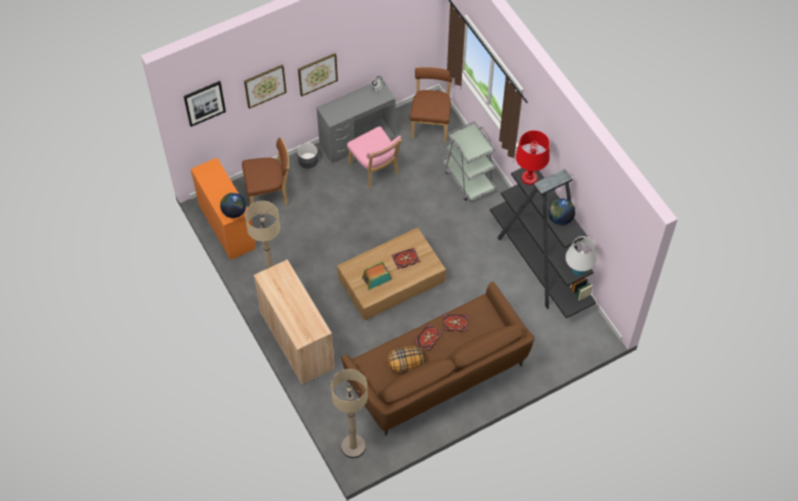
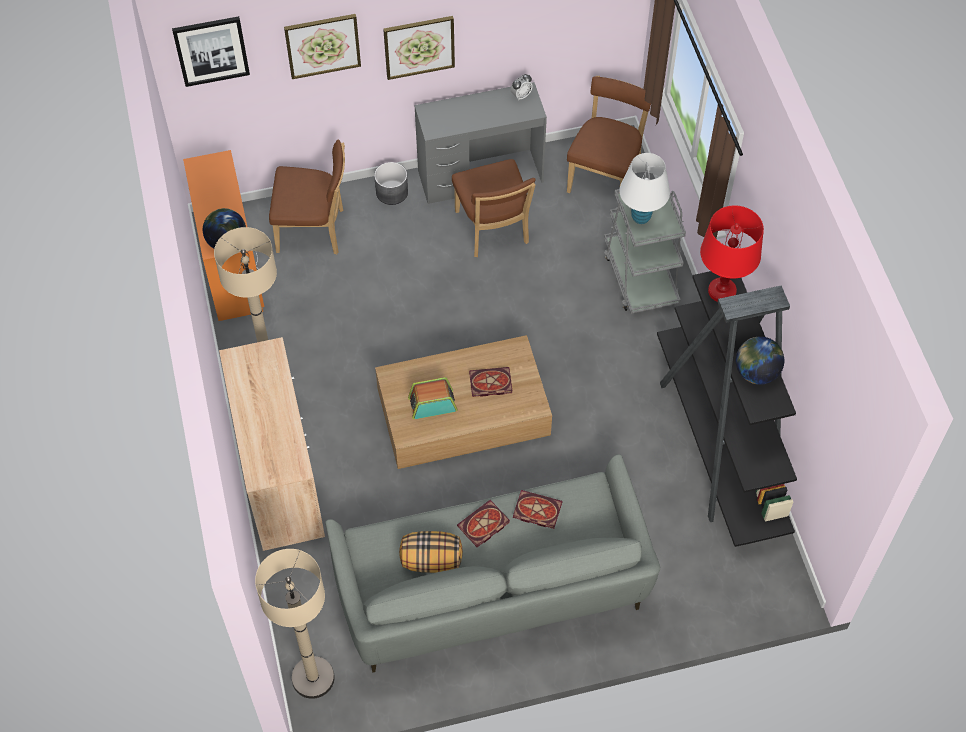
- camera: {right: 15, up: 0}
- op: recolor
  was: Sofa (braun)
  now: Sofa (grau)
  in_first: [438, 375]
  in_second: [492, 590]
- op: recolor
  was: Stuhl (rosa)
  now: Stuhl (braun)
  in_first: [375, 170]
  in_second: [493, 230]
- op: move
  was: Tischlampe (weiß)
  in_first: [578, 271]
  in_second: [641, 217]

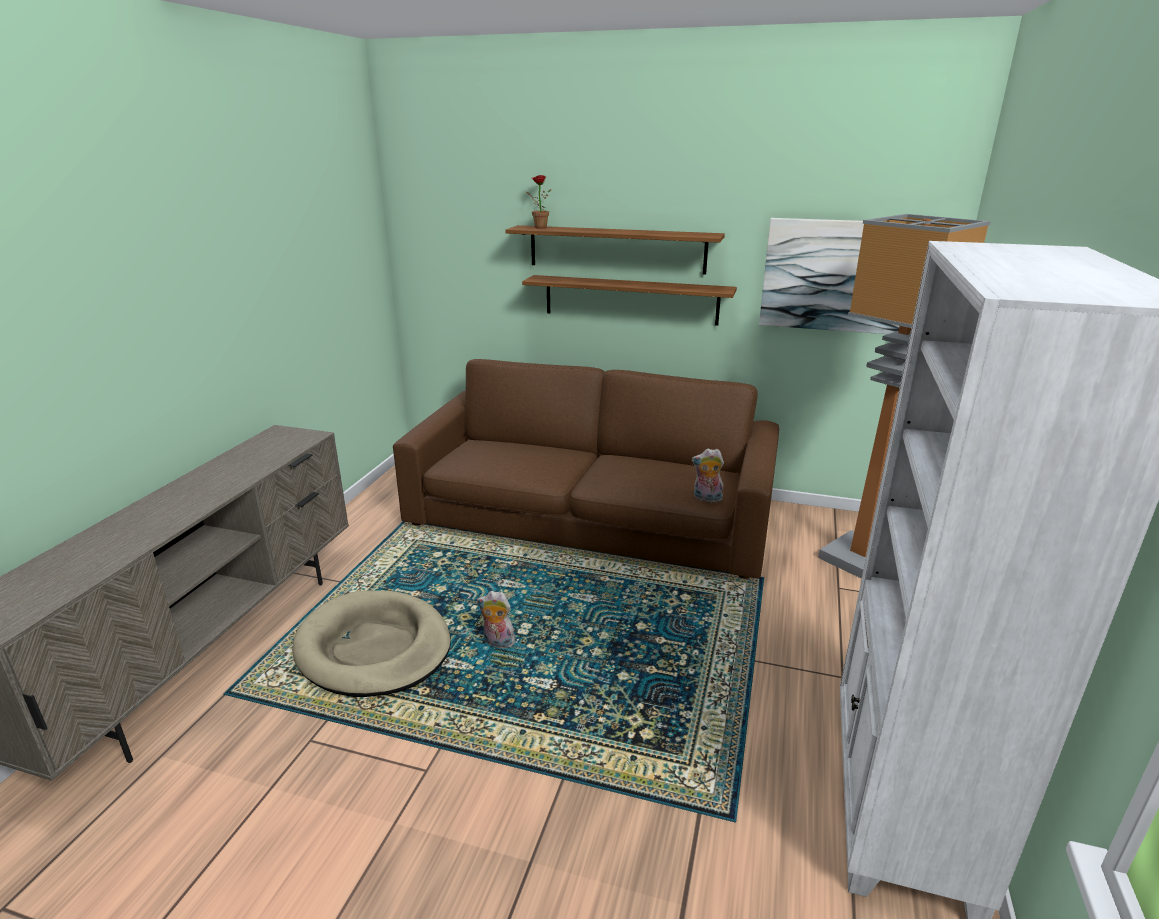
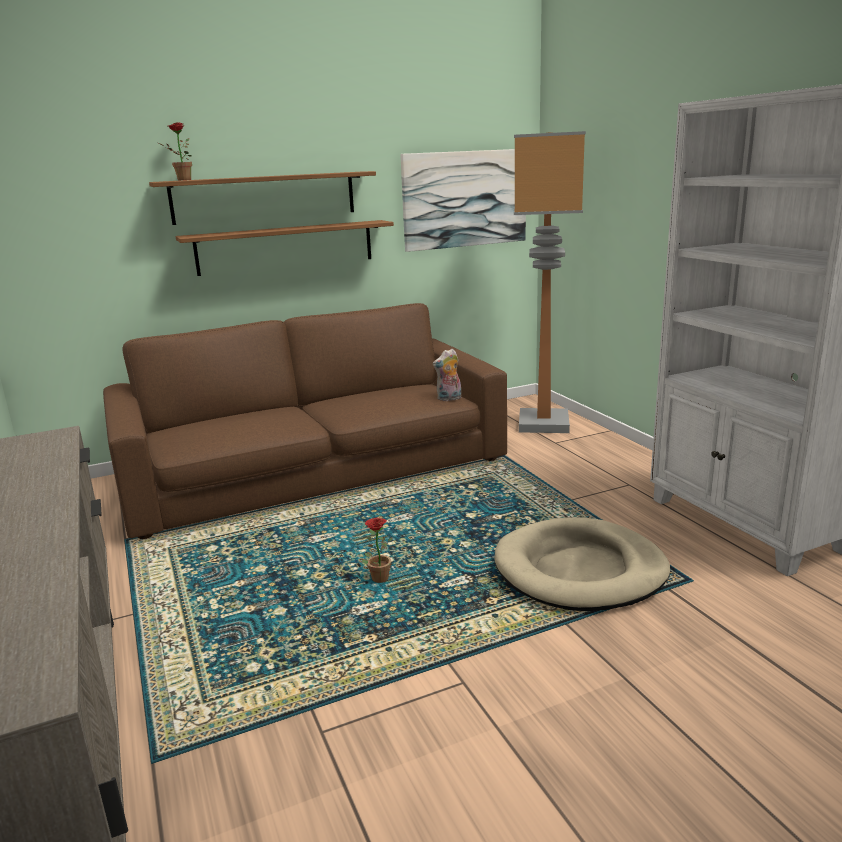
- camera: {right: -40, up: -5}
- op: replace
  was: Plüschtier
  now: Topfpflanze
  in_first: [497, 643]
  in_second: [378, 578]
- op: move
  was: Hundebett (beige)
  in_first: [374, 648]
  in_second: [580, 570]

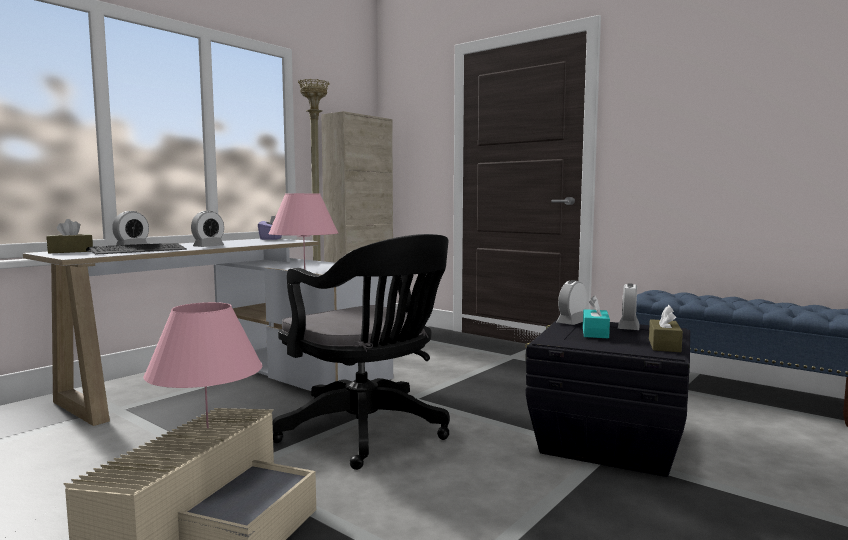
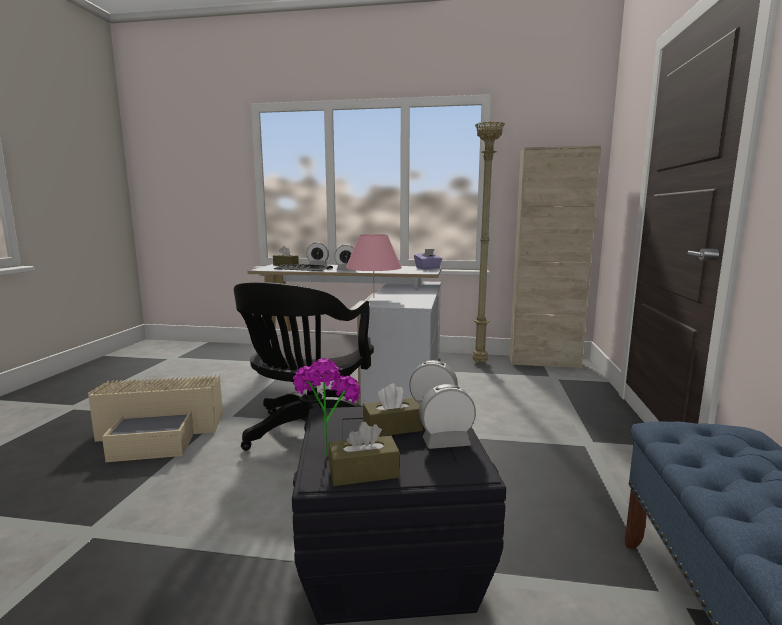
- camera: {right: 60, up: 5}
- op: insert
  now: Topfpflanze
  in_second: [326, 449]
- op: recolor
  was: Taschentuchbox (türkis)
  now: Taschentuchbox (braun)
  in_first: [595, 332]
  in_second: [392, 428]
- op: delete
  was: Tischlampe (rosa)
  in_first: [207, 428]

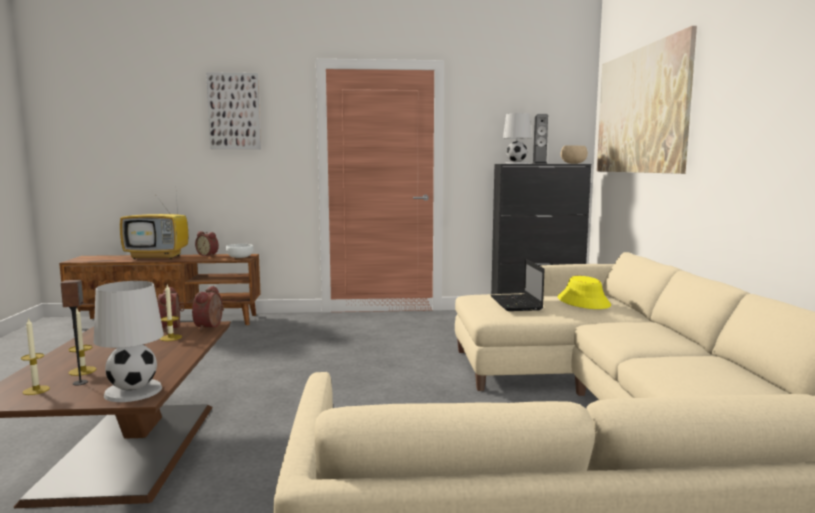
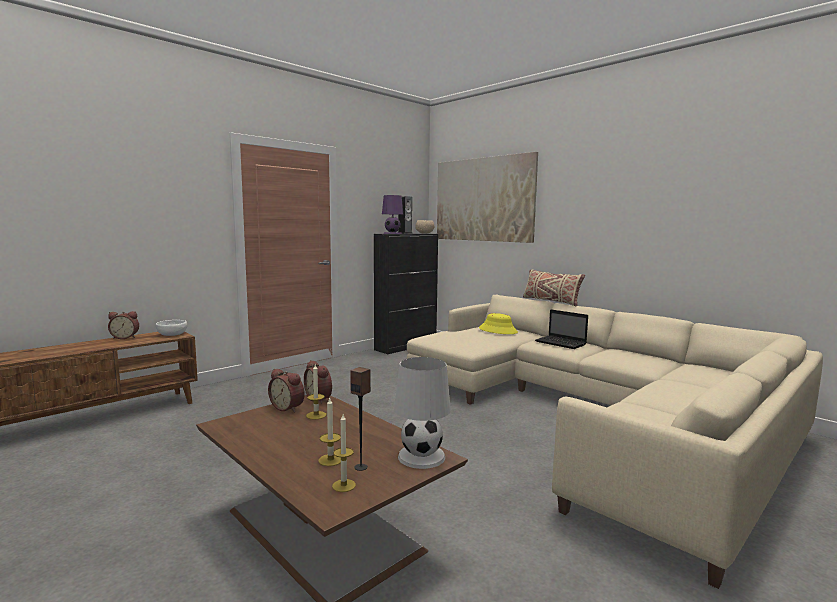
- camera: {right: -40, up: 0}
- op: recolor
  was: Tischlampe (weiß)
  now: Tischlampe (lila)
  in_first: [516, 163]
  in_second: [392, 233]
- op: insert
  now: Kissen (beige)
  in_second: [551, 301]
- op: move
  was: Laptop
  in_first: [516, 304]
  in_second: [561, 343]
- op: delete
  was: Fernseher
  in_first: [158, 257]
- op: delete
  was: Bild
  in_first: [234, 111]

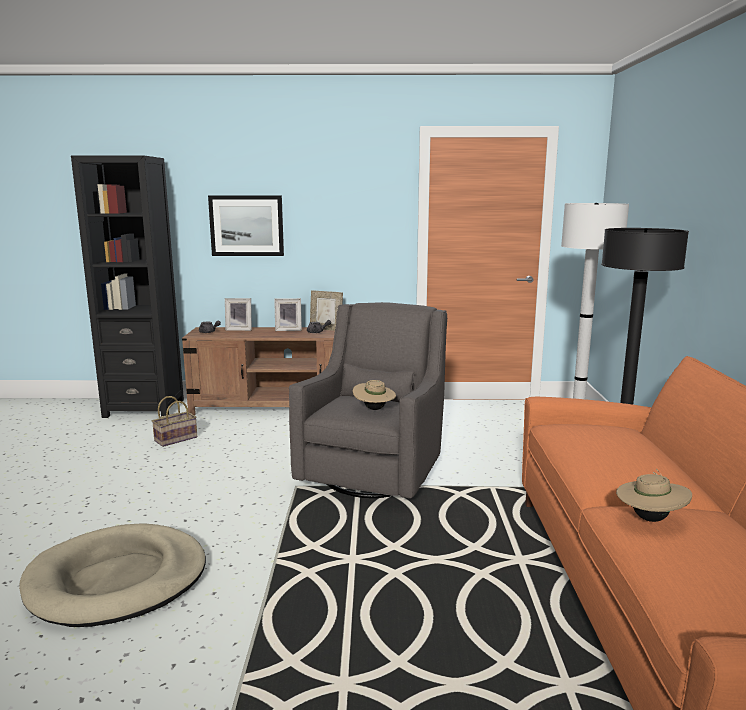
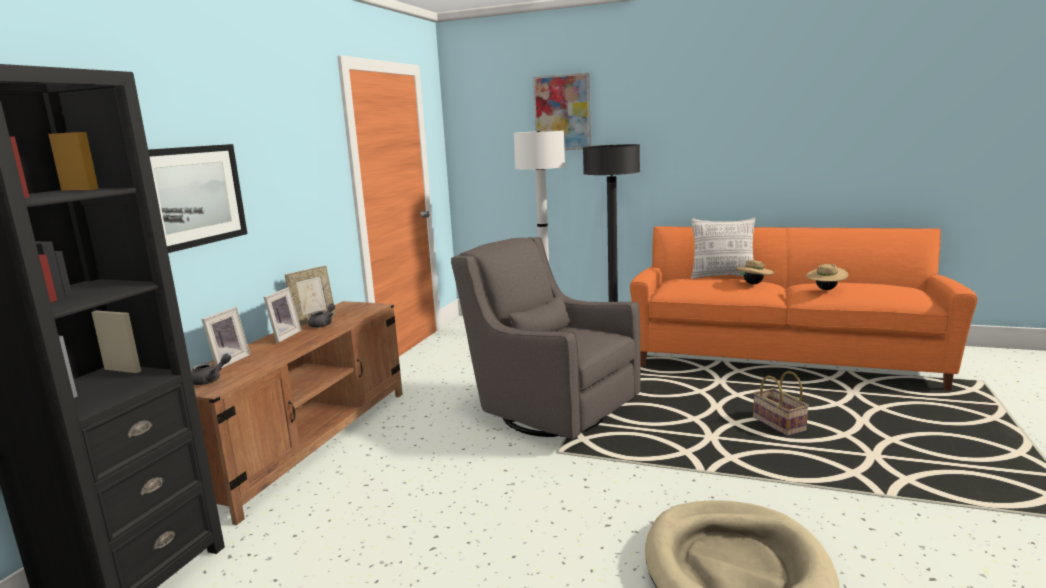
- camera: {right: -70, up: 0}
- op: insert
  now: Bild
  in_second: [562, 113]
- op: insert
  now: Kissen
  in_second: [722, 276]
- op: move
  was: Hut (beige)
  in_first: [374, 409]
  in_second: [753, 284]
- op: move
  was: Korb
  in_first: [176, 438]
  in_second: [777, 424]

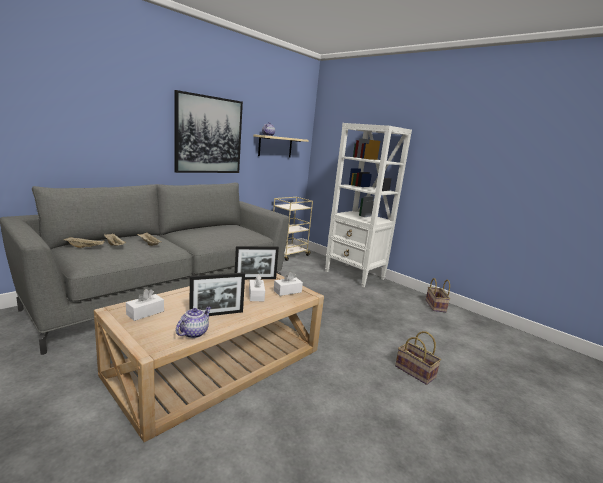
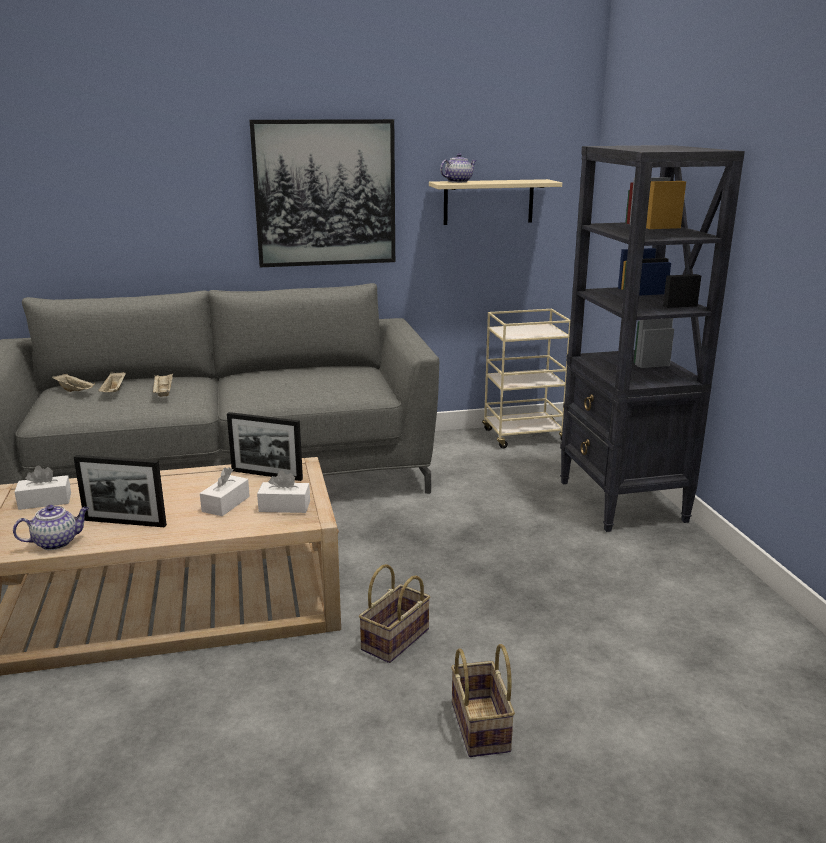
- camera: {right: 35, up: 5}
- op: move
  was: Korb
  in_first: [436, 306]
  in_second: [395, 641]
- op: recolor
  was: Bücherregal (weiß)
  now: Bücherregal (schwarz)
  in_first: [354, 275]
  in_second: [622, 502]

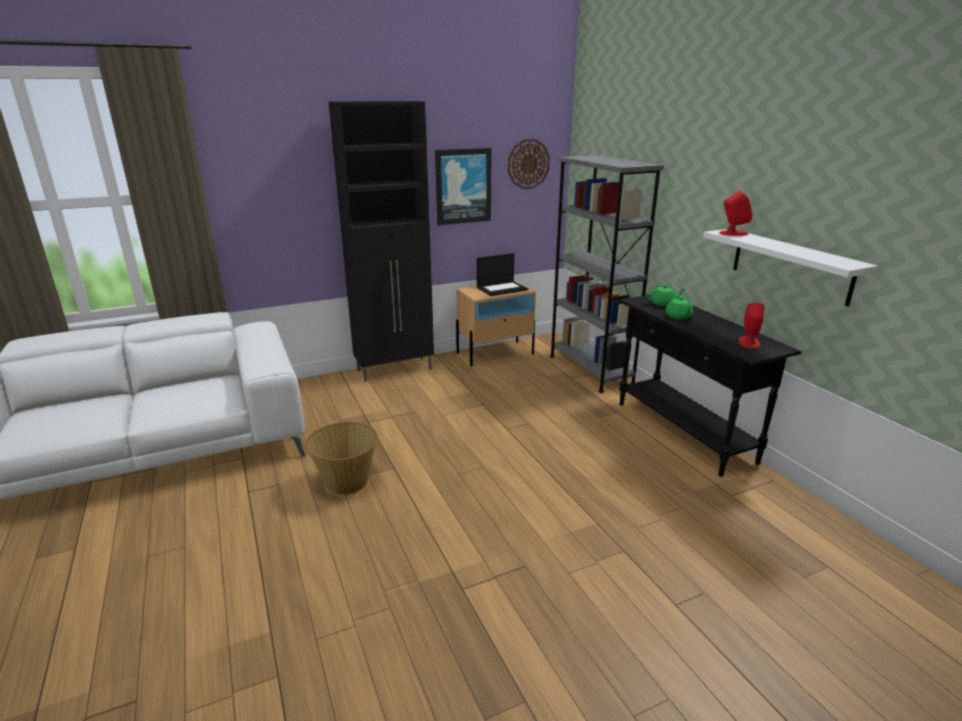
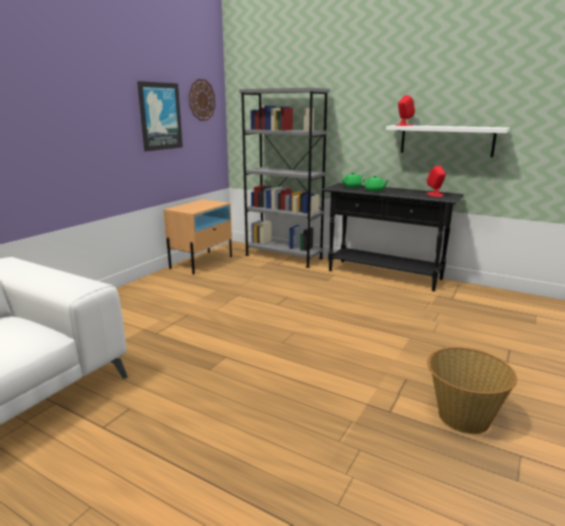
- camera: {right: -35, up: -5}
- op: move
  was: Korb
  in_first: [346, 481]
  in_second: [462, 417]
- op: delete
  was: Schrank (schwarz)
  in_first: [395, 370]
- op: delete
  was: Laptop
  in_first: [502, 288]

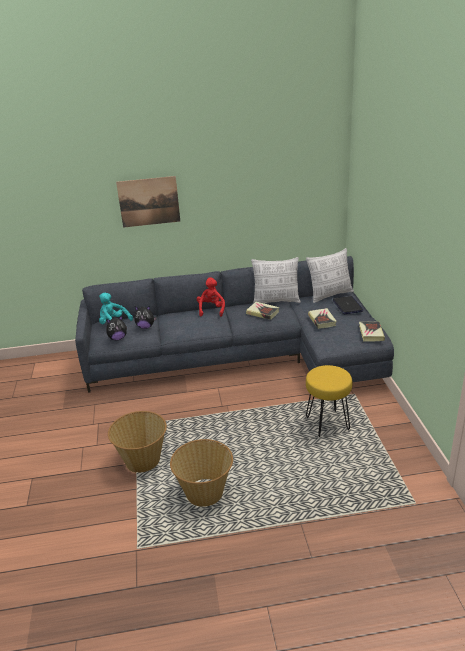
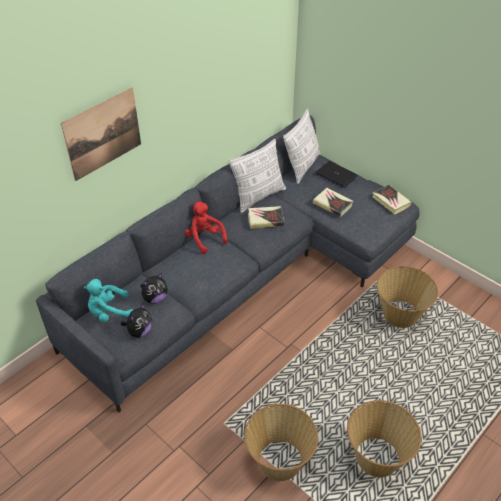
- camera: {right: -40, up: 15}
- op: replace
  was: Hocker (gelb)
  now: Korb
  in_first: [326, 424]
  in_second: [400, 315]

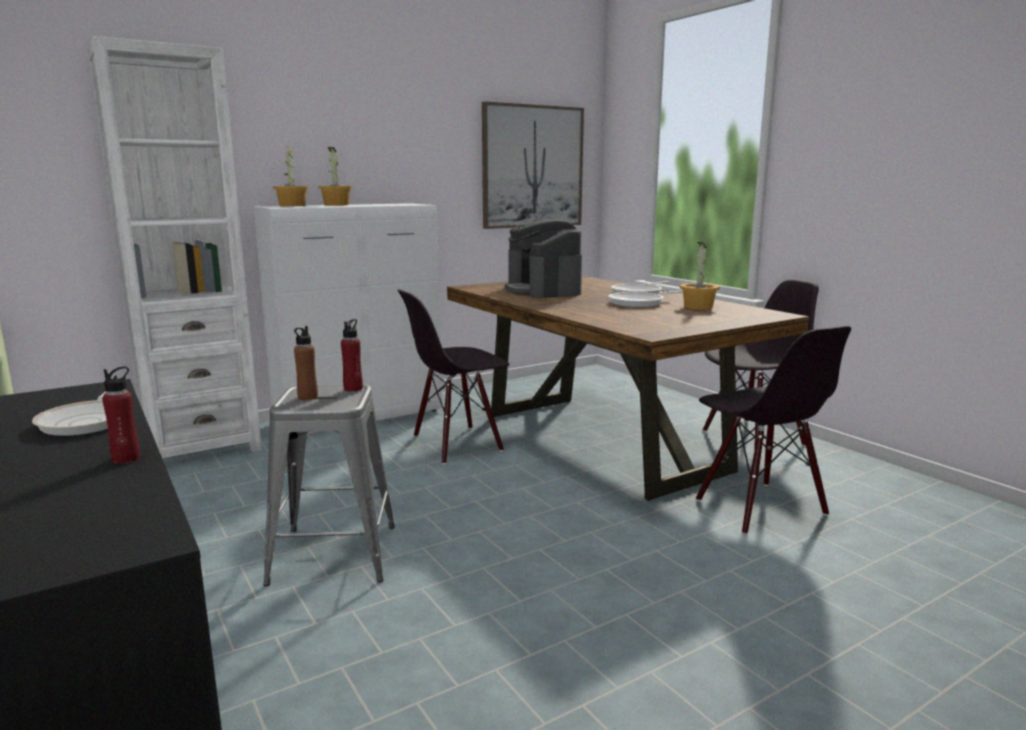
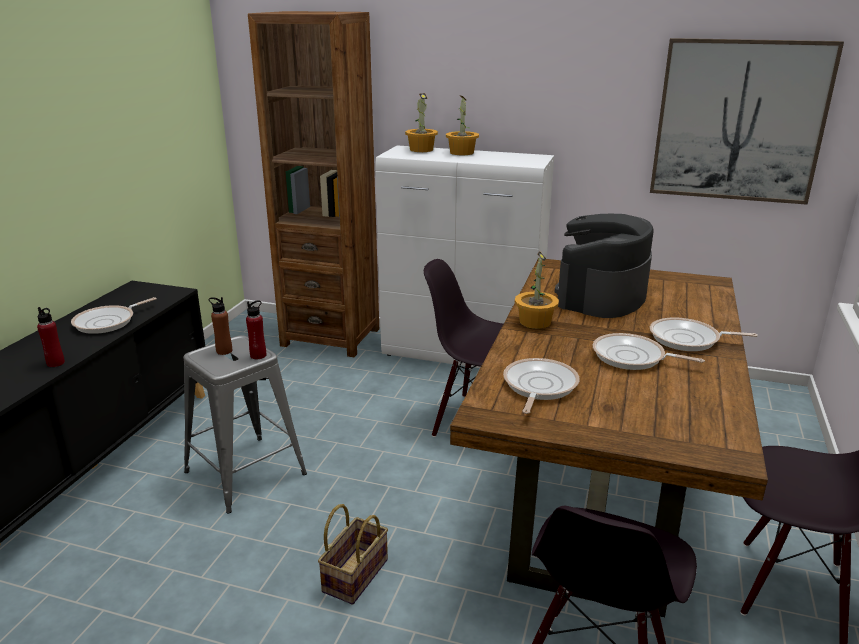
- camera: {right: 50, up: 10}
- op: recolor
  was: Bücherregal (weiß)
  now: Bücherregal (braun)
  in_first: [202, 447]
  in_second: [331, 337]
- op: insert
  now: Korb
  in_second: [355, 574]
- op: insert
  now: Pfanne
  in_second: [538, 386]
- op: move
  was: Topfpflanze
  in_first: [697, 307]
  in_second: [534, 322]

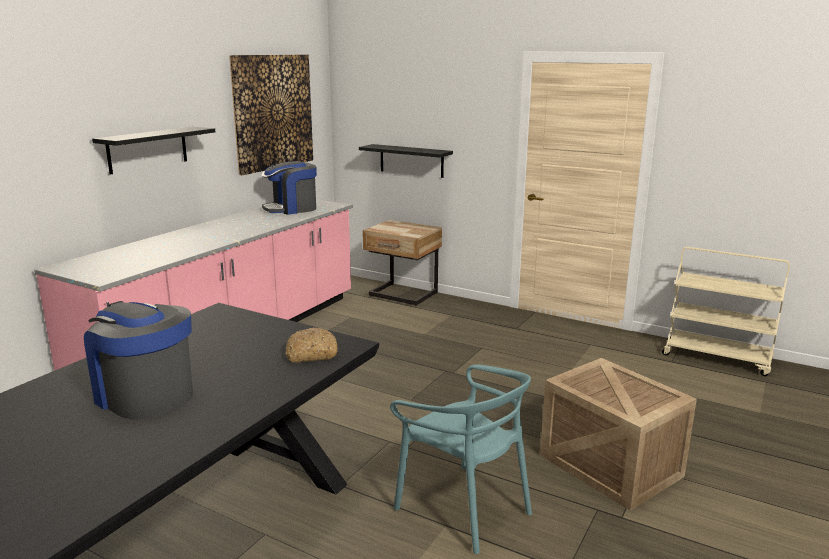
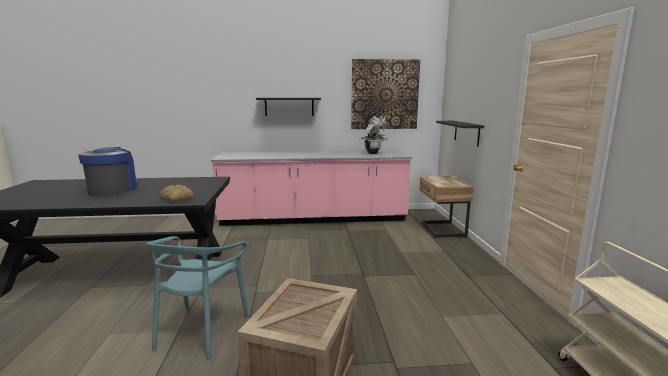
- camera: {right: 55, up: -5}
- op: replace
  was: Kaffeemaschine
  now: Topfpflanze
  in_first: [291, 209]
  in_second: [373, 153]

